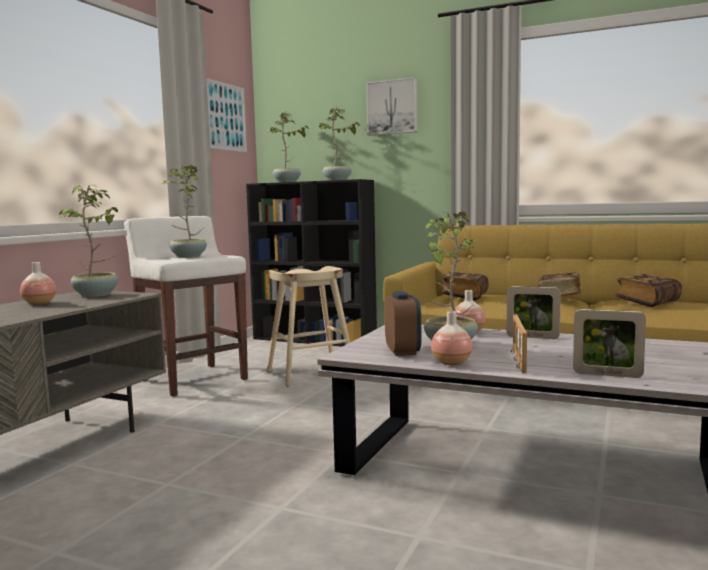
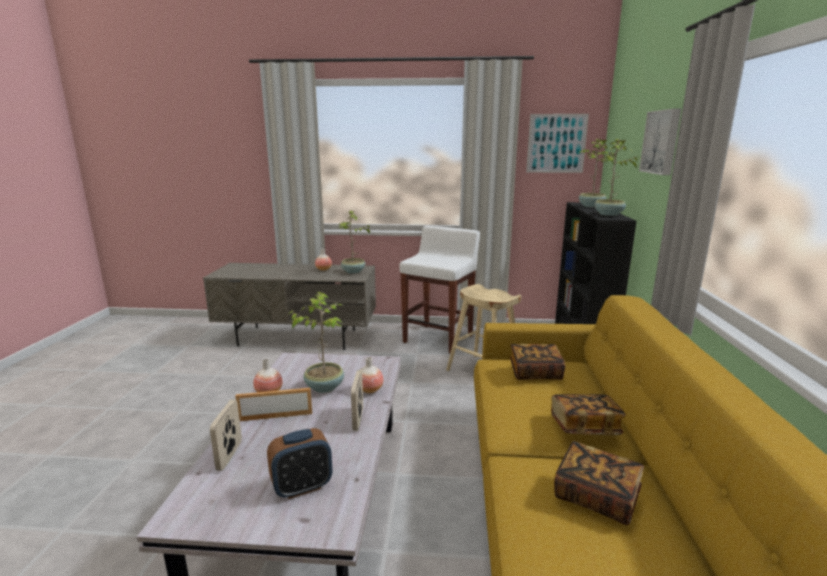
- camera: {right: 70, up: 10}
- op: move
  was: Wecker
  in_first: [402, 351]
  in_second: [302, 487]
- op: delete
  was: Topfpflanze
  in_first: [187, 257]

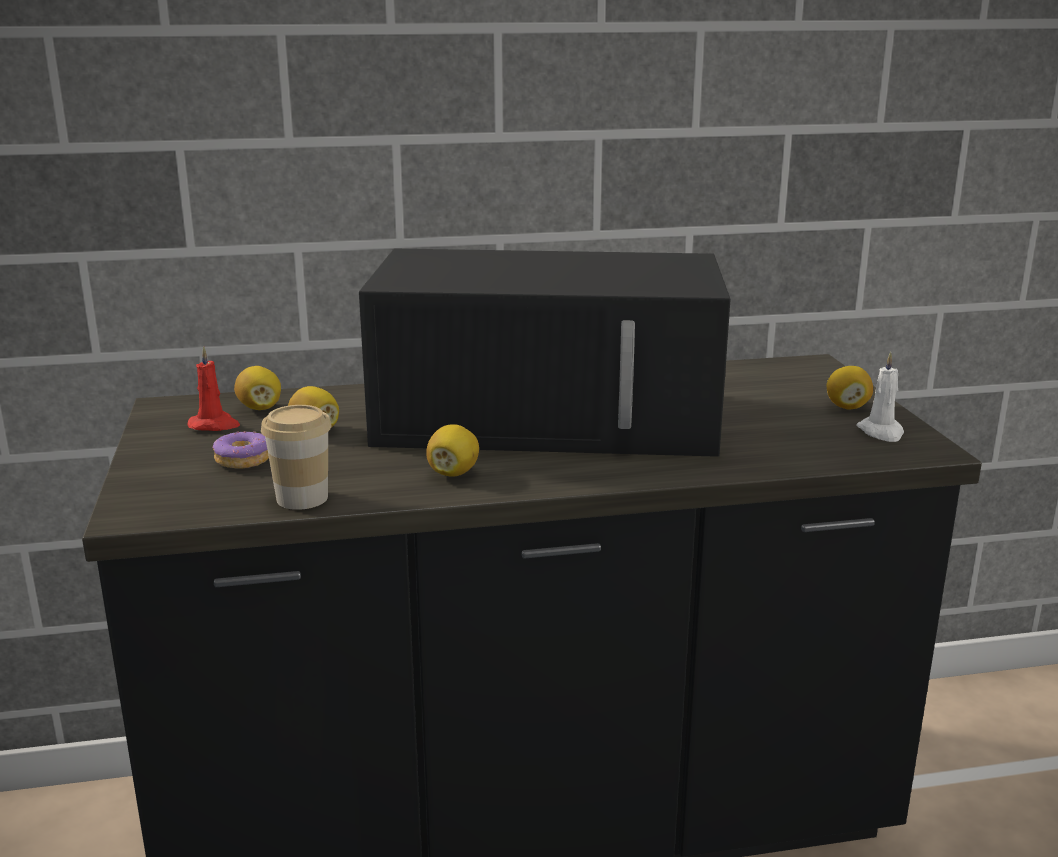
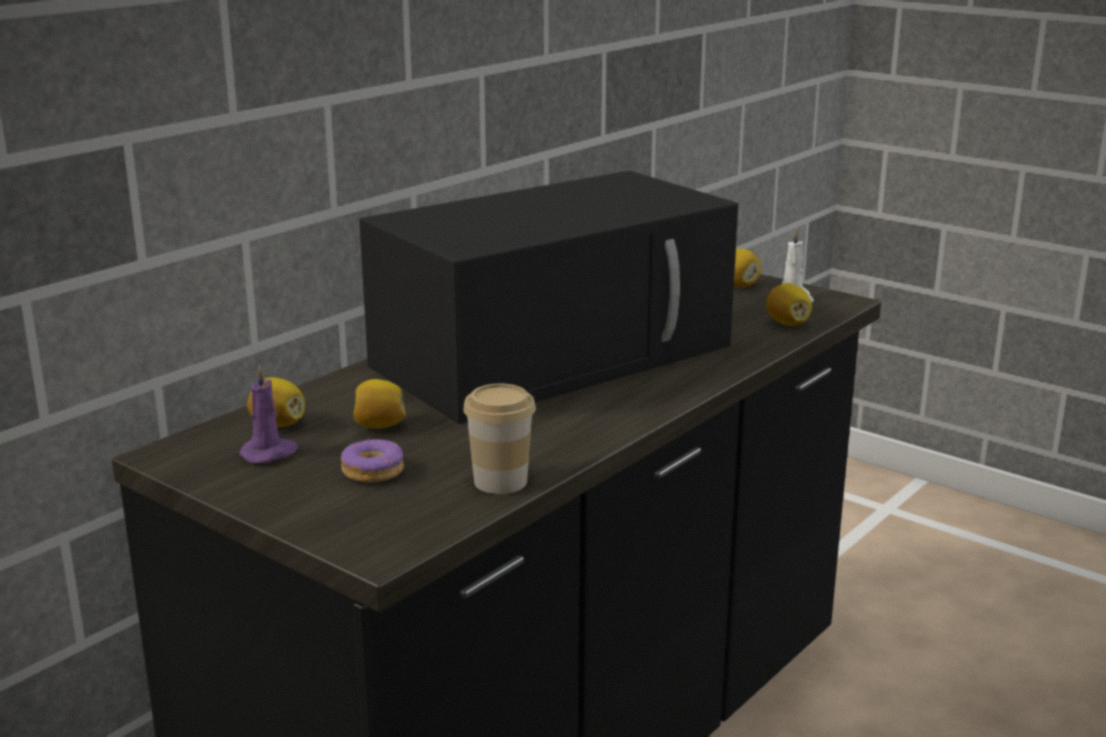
- camera: {right: -40, up: 0}
- op: recolor
  was: Kerze (rot)
  now: Kerze (lila)
  in_first: [215, 425]
  in_second: [270, 453]
- op: move
  was: Zitrone
  in_first: [453, 473]
  in_second: [787, 324]

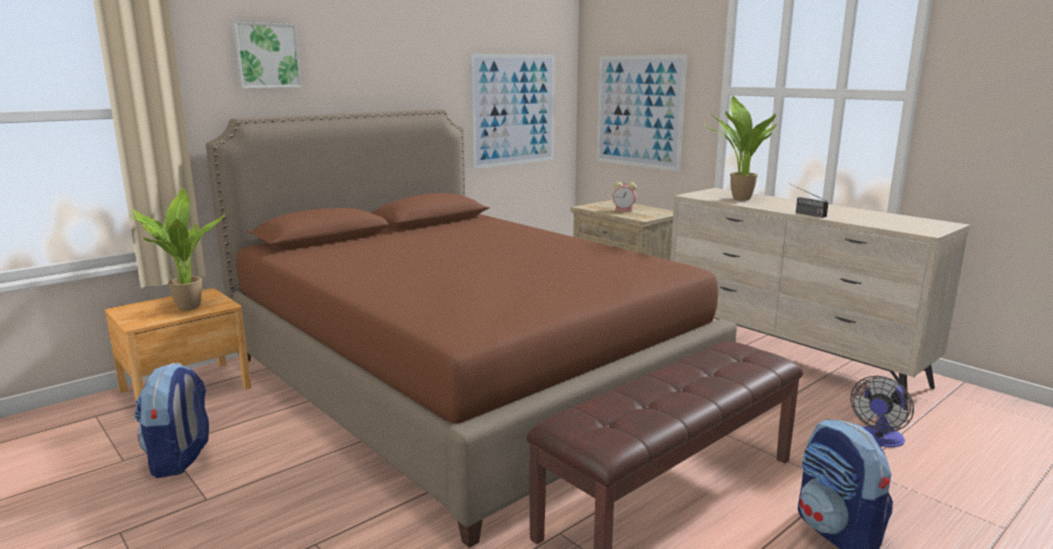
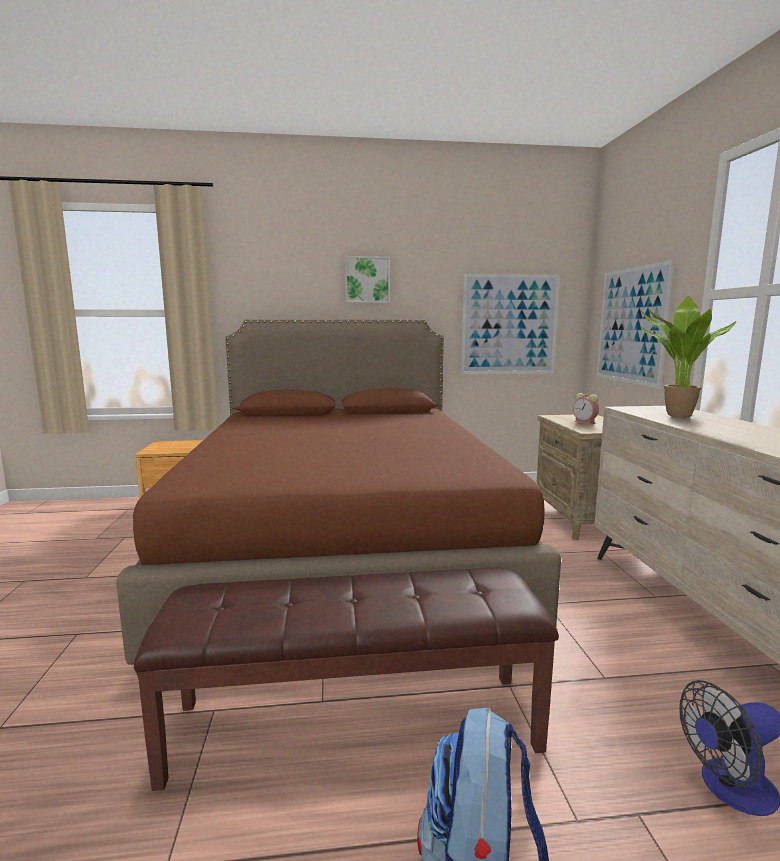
- camera: {right: 35, up: -5}
- op: move
  was: Bild
  in_first: [266, 55]
  in_second: [367, 280]
- op: delete
  was: Topfpflanze
  in_first: [185, 307]
- op: delete
  was: Rucksack
  in_first: [180, 459]
- op: delete
  was: Radio
  in_first: [803, 213]

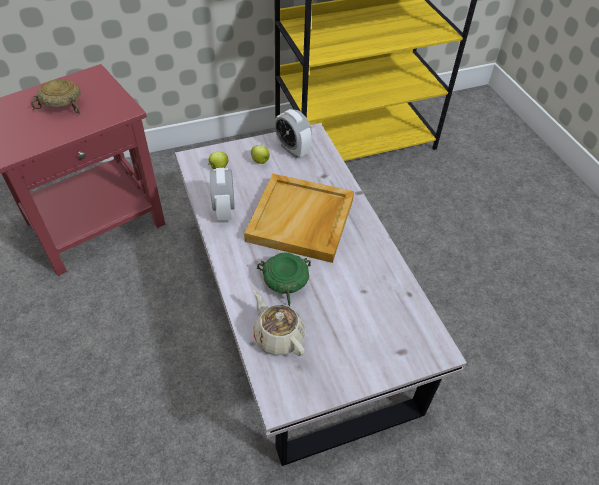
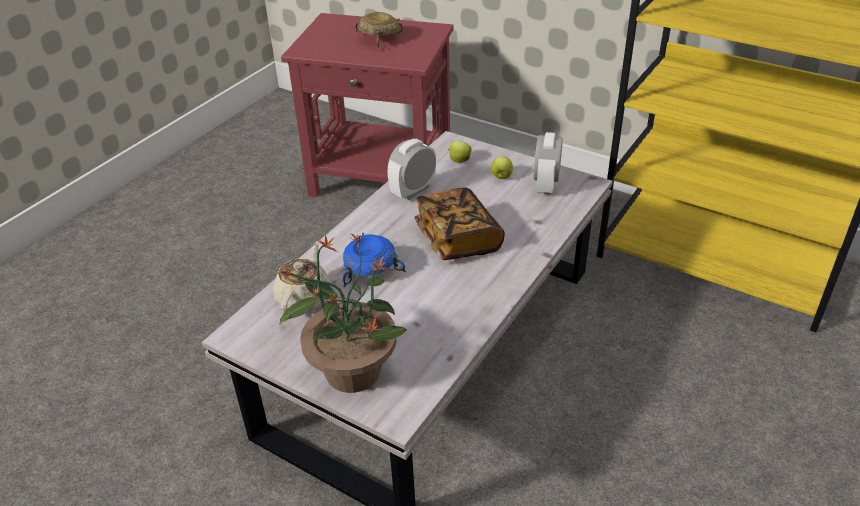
- camera: {right: 55, up: -10}
- op: insert
  now: Topfpflanze
  in_second: [352, 370]
- op: recolor
  was: Schüssel (grün)
  now: Schüssel (blau)
  in_first: [285, 281]
  in_second: [371, 268]
- op: replace
  was: Tablett (beige)
  now: Buch
  in_first: [301, 220]
  in_second: [458, 239]

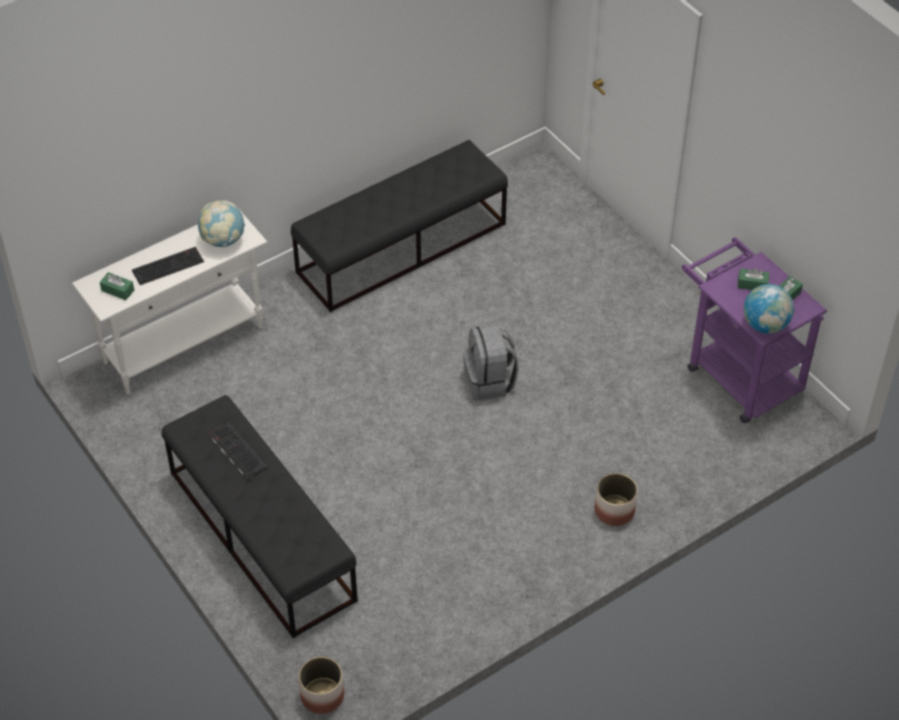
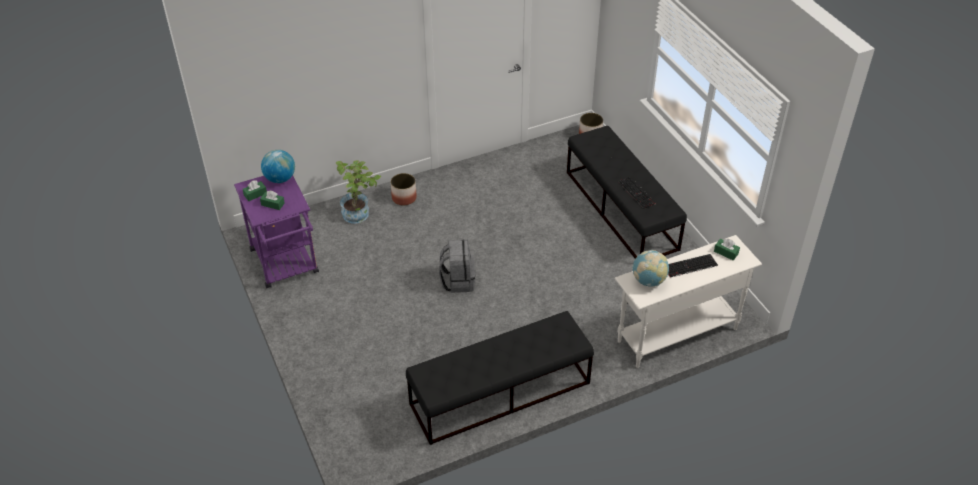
- camera: {right: -170, up: -5}
- op: insert
  now: Topfpflanze
  in_second: [360, 213]

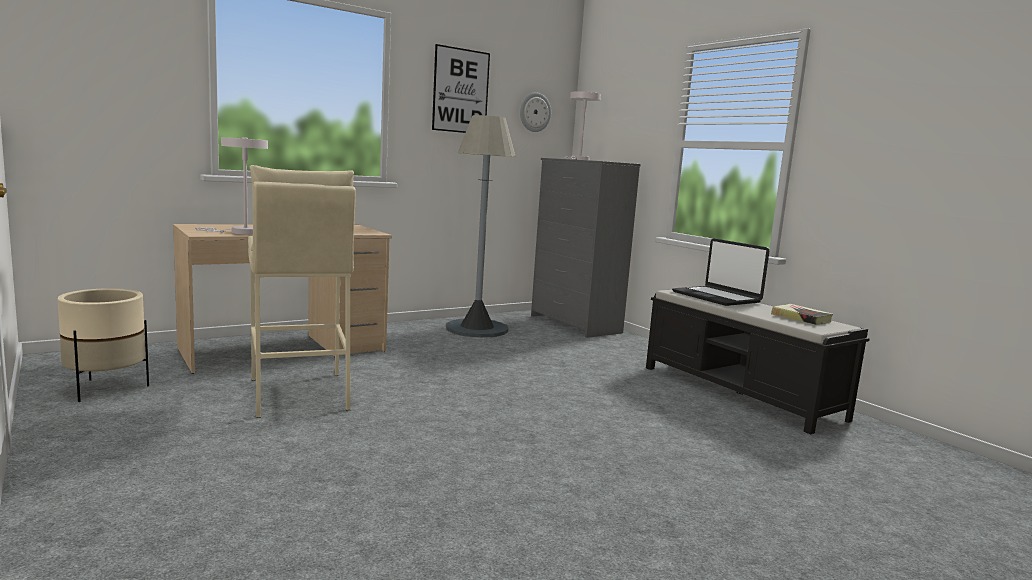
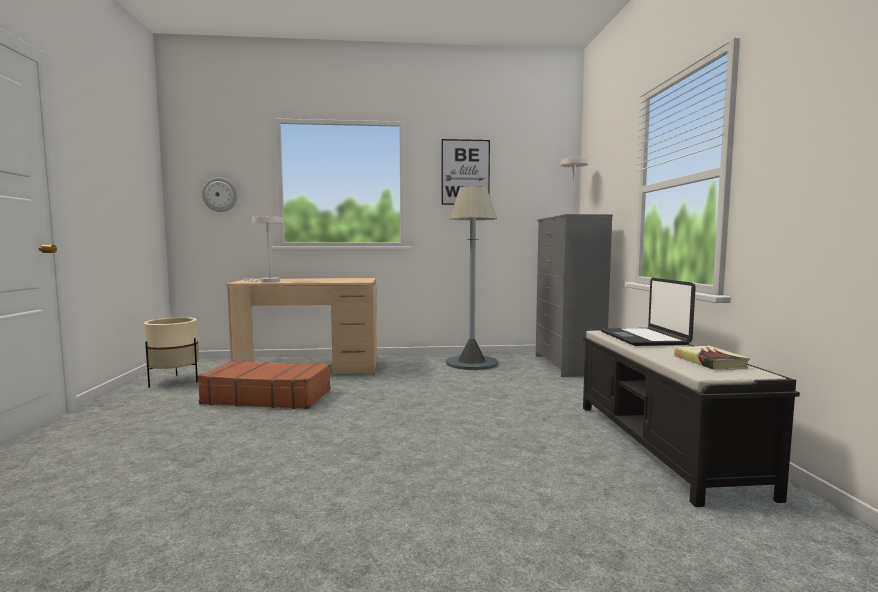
- camera: {right: 30, up: -5}
- op: replace
  was: Hocker (beige)
  now: Koffer (braun)
  in_first: [299, 394]
  in_second: [268, 397]
- op: move
  was: Wanduhr
  in_first: [534, 112]
  in_second: [220, 194]

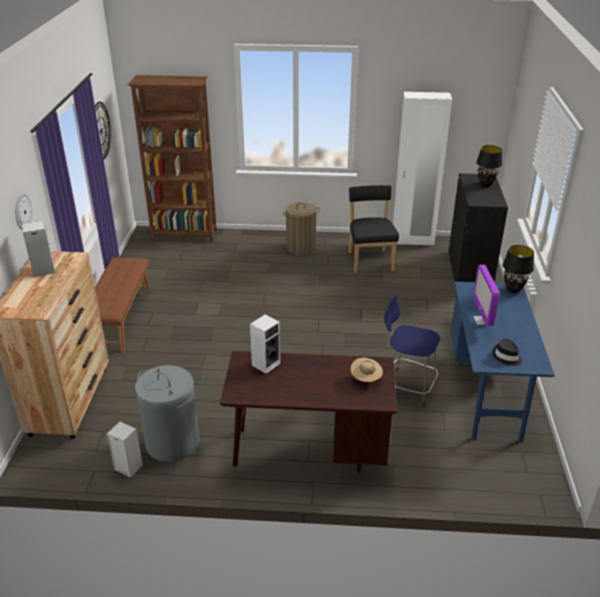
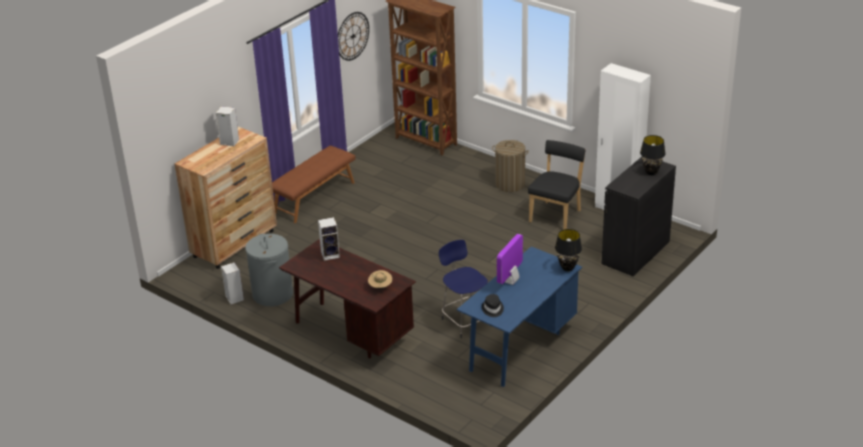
- camera: {right: 35, up: 0}
- op: delete
  was: Wanduhr
  in_first: [22, 211]

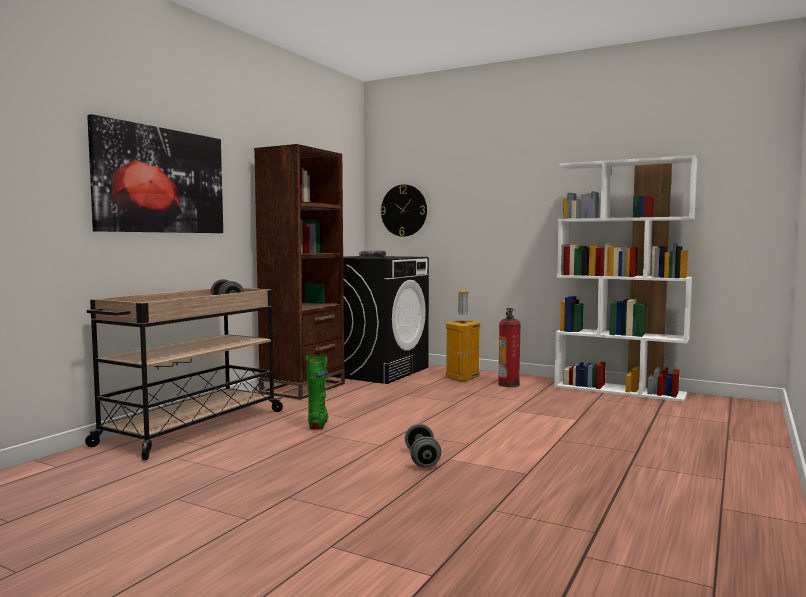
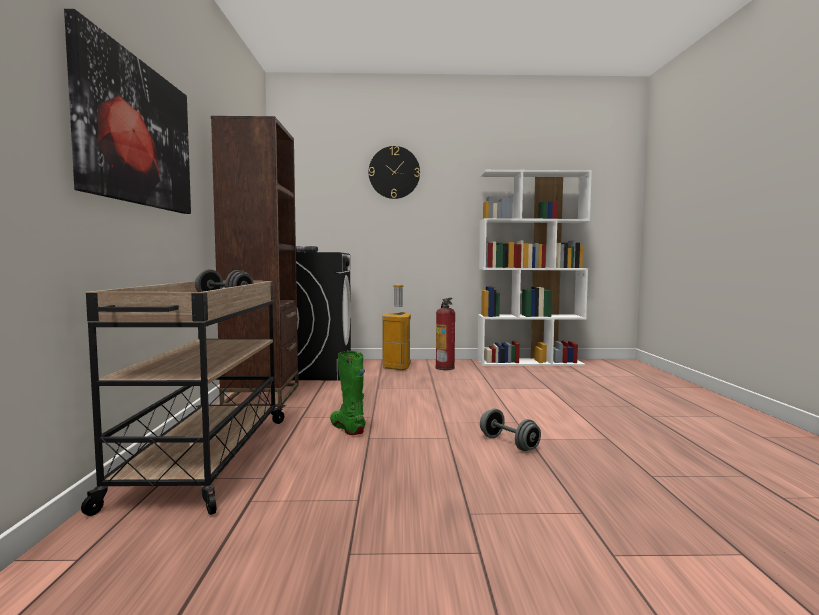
- camera: {right: -30, up: 0}
- op: move
  was: Wanduhr
  in_first: [404, 210]
  in_second: [394, 172]

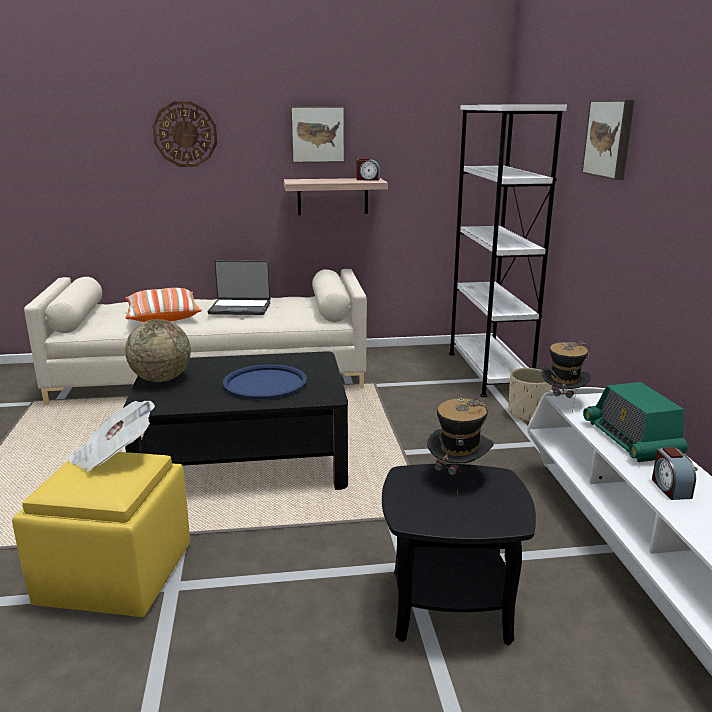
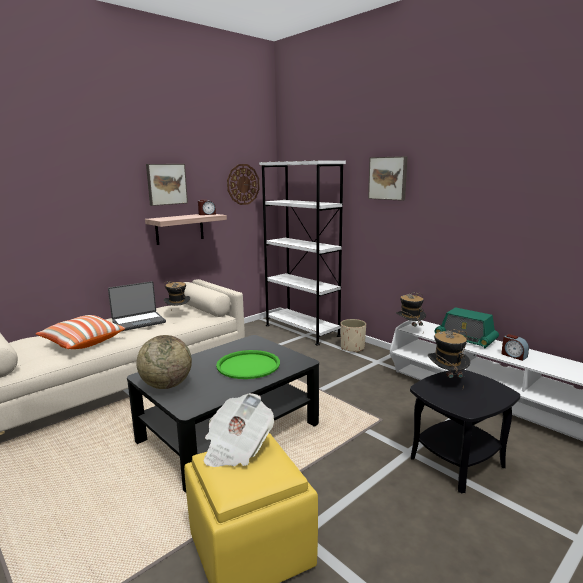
- camera: {right: -35, up: -5}
- op: insert
  now: Hut
  in_second: [178, 314]
- op: recolor
  was: Tablett (blau)
  now: Tablett (grün)
  in_first: [265, 383]
  in_second: [248, 365]
- op: move
  was: Wanduhr
  in_first: [185, 134]
  in_second: [243, 184]

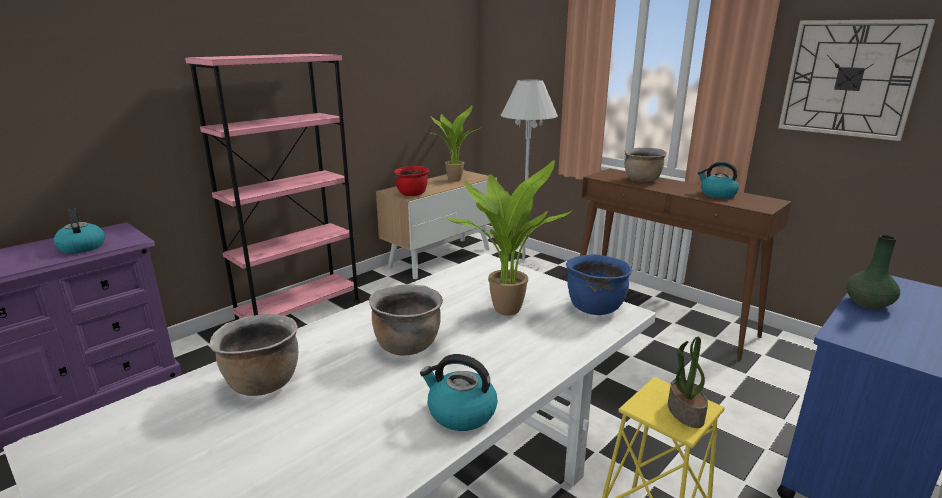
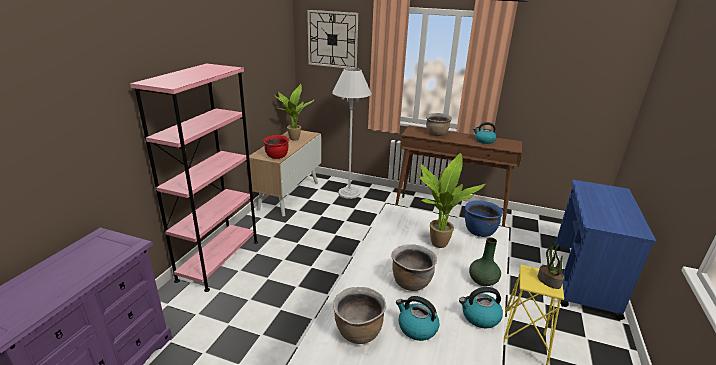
- camera: {right: -25, up: 5}
- op: move
  was: Wanduhr
  in_first: [849, 78]
  in_second: [332, 39]
- op: move
  was: Wasserkessel
  in_first: [81, 247]
  in_second: [416, 328]
- op: move
  was: Vase (grün)
  in_first: [867, 304]
  in_second: [483, 281]

